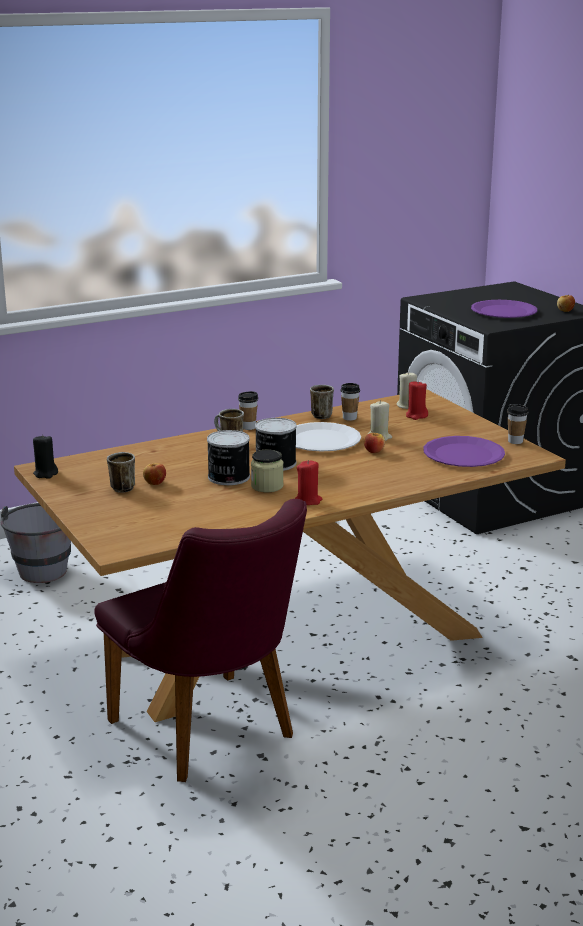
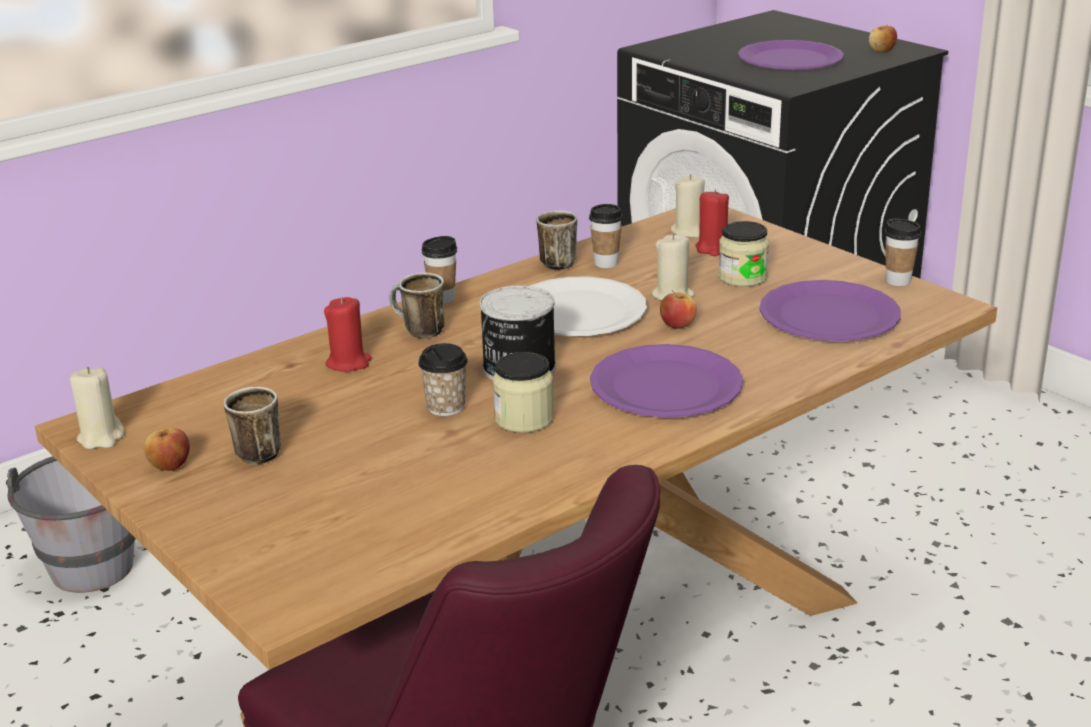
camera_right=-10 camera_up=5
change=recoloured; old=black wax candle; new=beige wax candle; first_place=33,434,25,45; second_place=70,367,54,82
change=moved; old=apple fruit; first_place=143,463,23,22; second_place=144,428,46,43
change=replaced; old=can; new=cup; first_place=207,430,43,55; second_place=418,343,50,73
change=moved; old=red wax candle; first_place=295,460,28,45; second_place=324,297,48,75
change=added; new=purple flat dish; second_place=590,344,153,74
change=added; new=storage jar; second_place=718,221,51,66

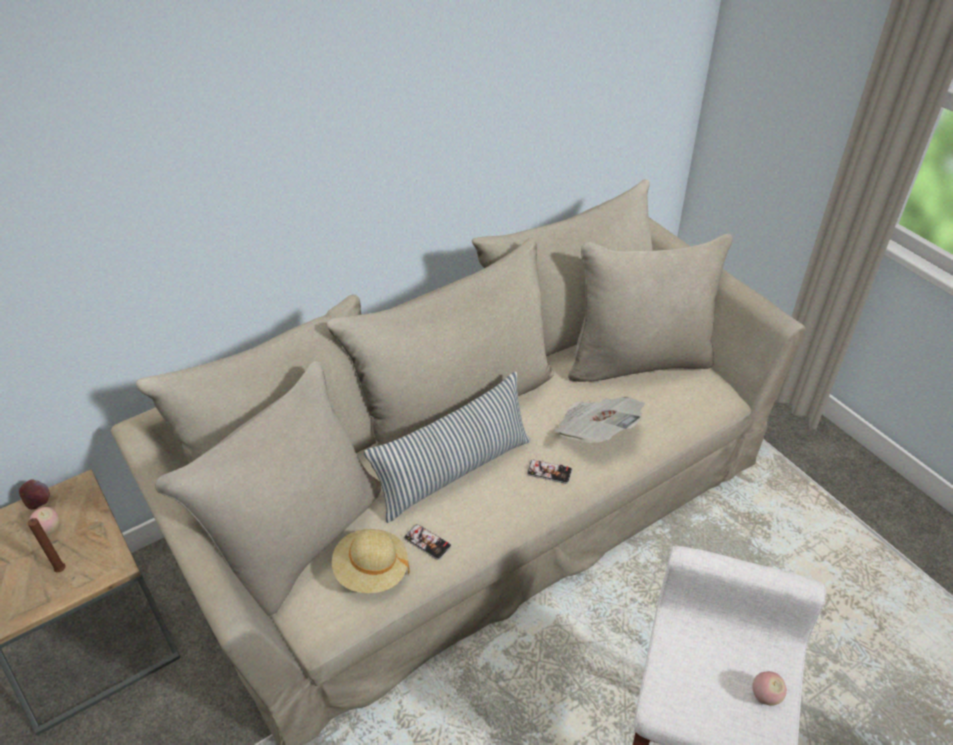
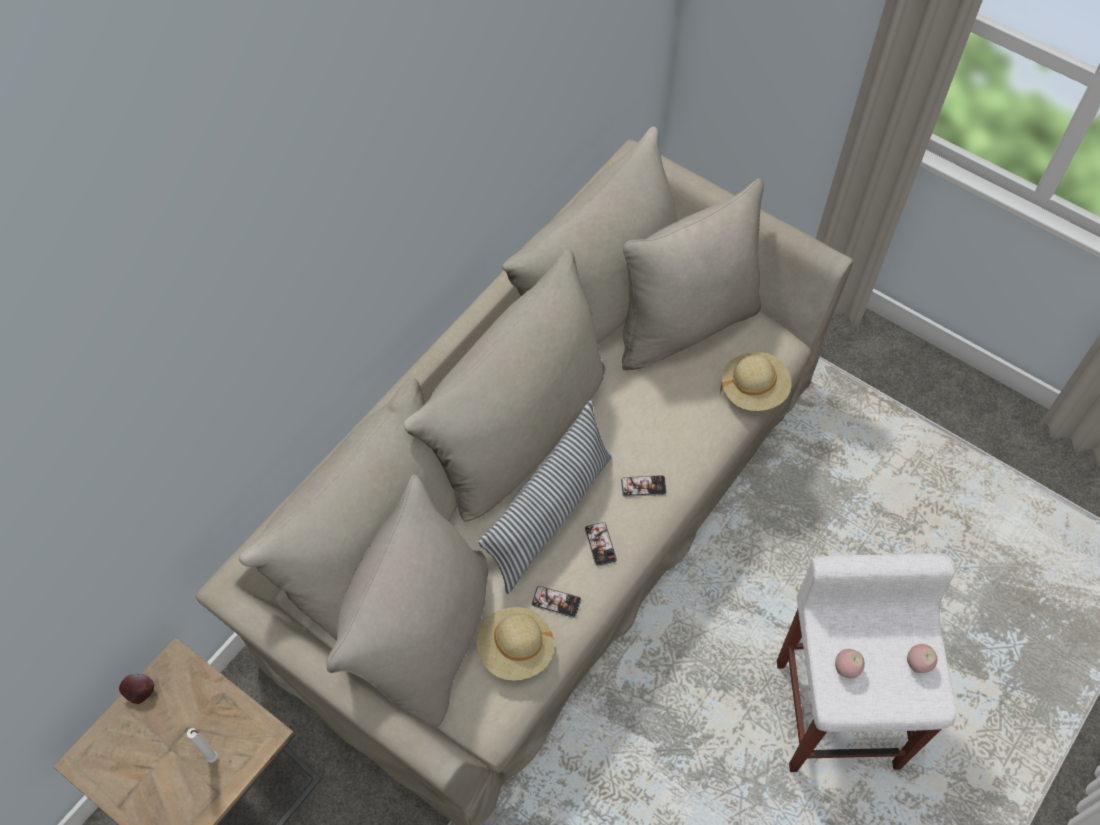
camera_right=-20 camera_up=15
change=recoloured; old=brown-coloured wax candle; new=whitish wax candle; first_place=28,518,37,55; second_place=187,728,31,34
change=moved; old=apple fruit; first_place=30,507,29,28; second_place=835,649,30,30
change=removed; old=printed paper; first_place=554,397,91,46
change=added; new=handset; second_place=585,522,32,45
change=added; new=beige clothing hat; second_place=720,352,71,59

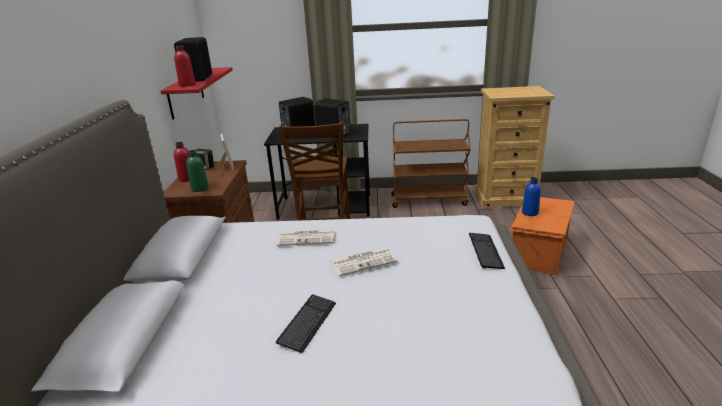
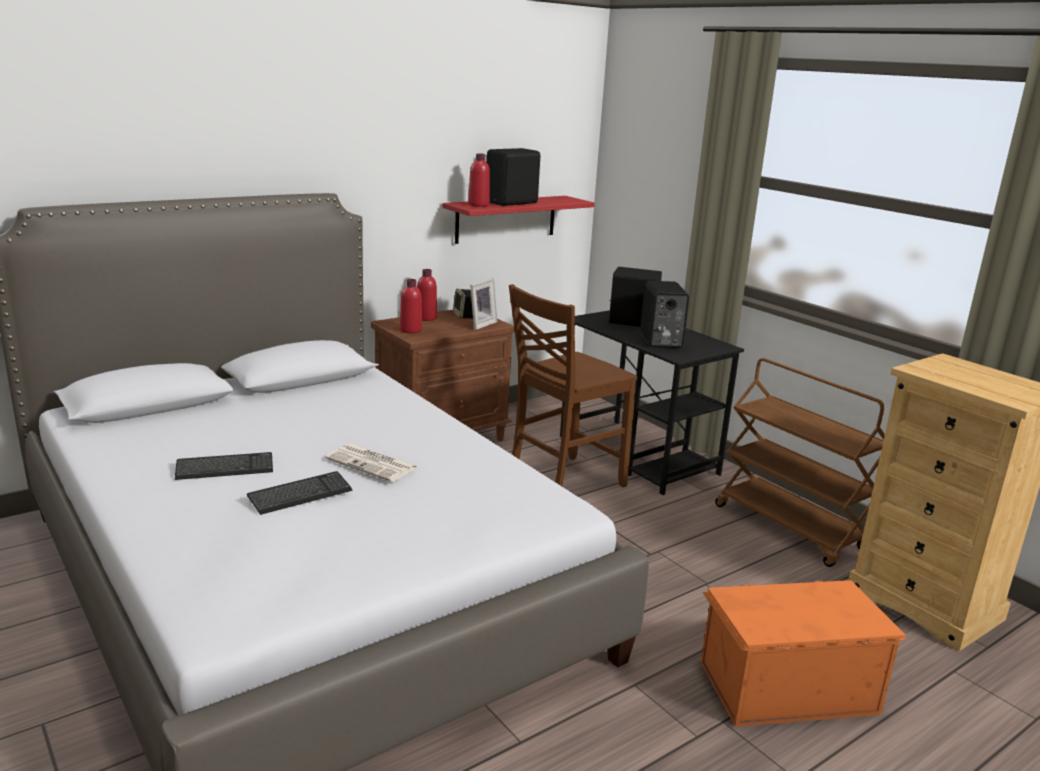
camera_right=50 camera_up=-5
change=recoloured; old=greenish beverage bottle; new=red beverage bottle; first_place=186,150,23,42; second_place=400,279,22,54
change=removed; old=printed paper; first_place=277,230,57,16
change=moved; old=PC keyboard; first_place=469,233,36,36; second_place=247,471,105,44
change=removed; old=blue beverage bottle; first_place=522,177,19,39

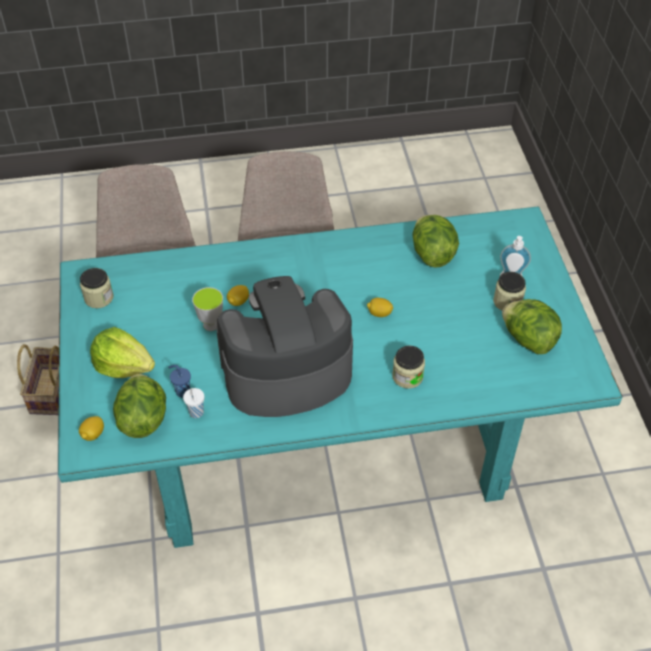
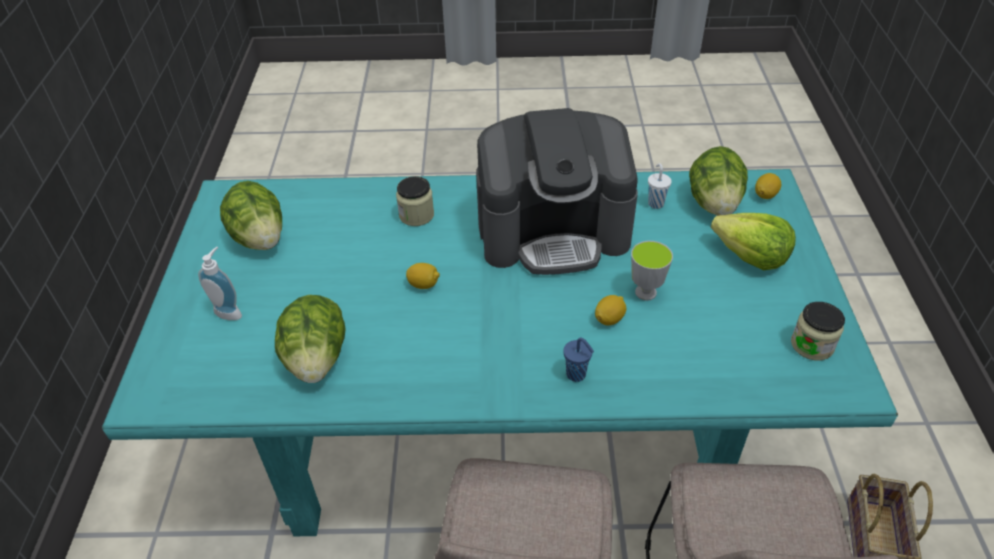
camera_right=-170 camera_up=-5
change=moved; old=blue cup; first_place=168,365,23,33; second_place=563,338,31,44
change=removed; old=storage jar; first_place=493,272,33,39

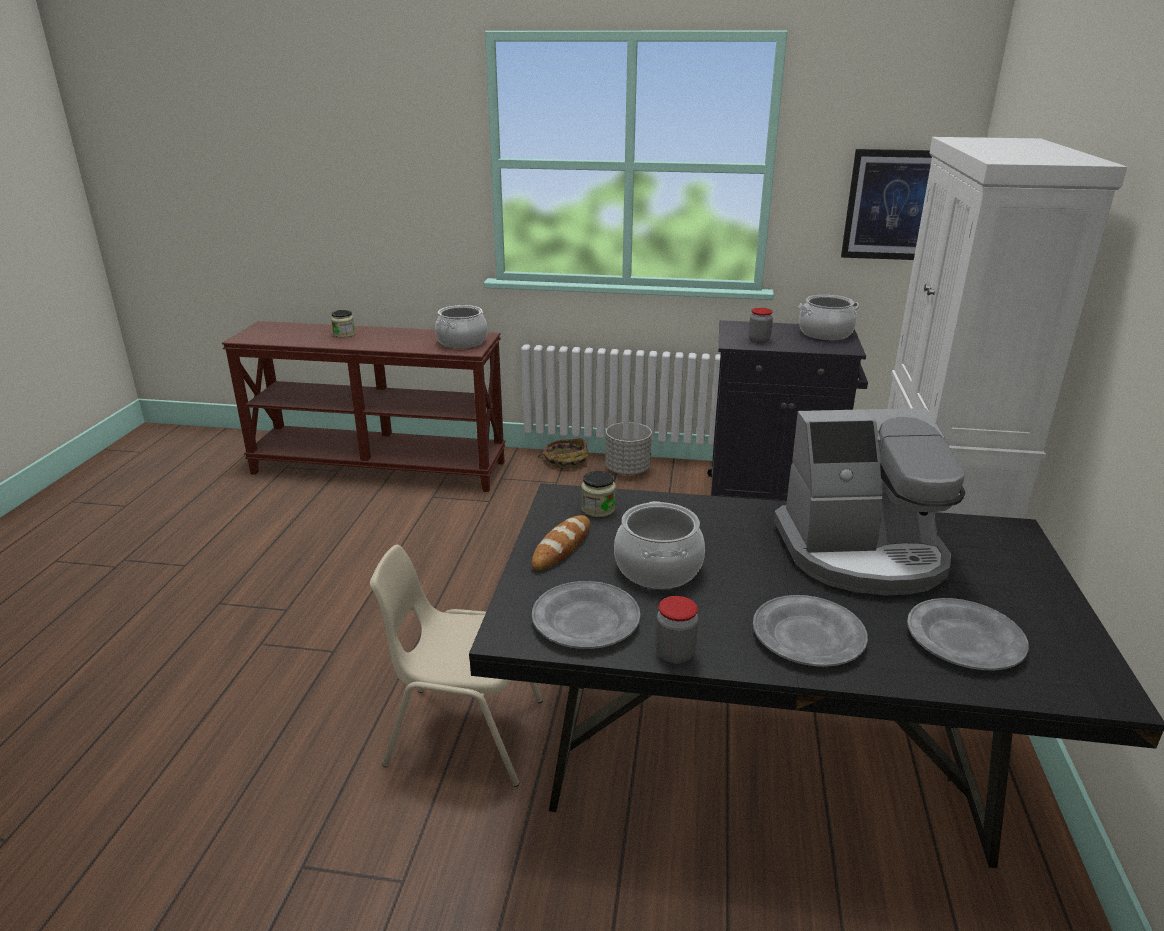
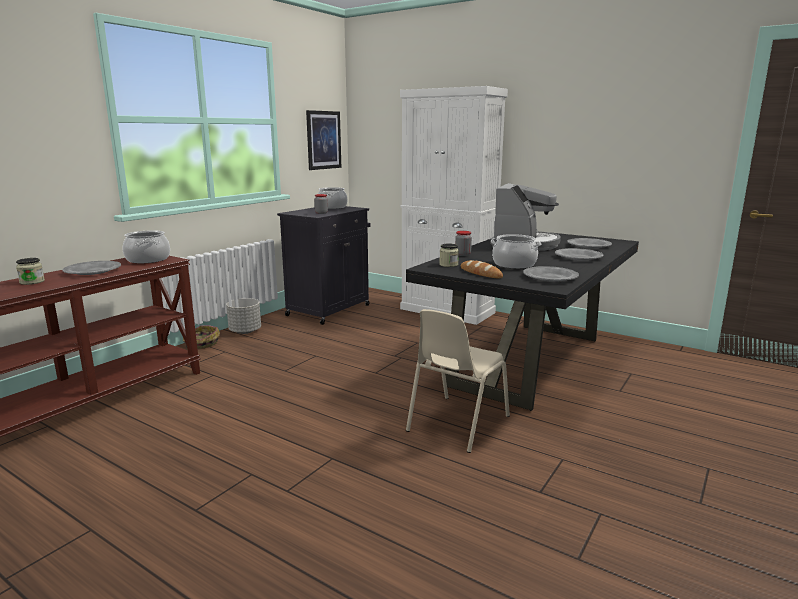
camera_right=-65 camera_up=-10
change=moved; old=storage jar; first_place=655,596,43,68; second_place=455,231,17,25
change=added; new=grey flat dish; second_place=63,261,58,14

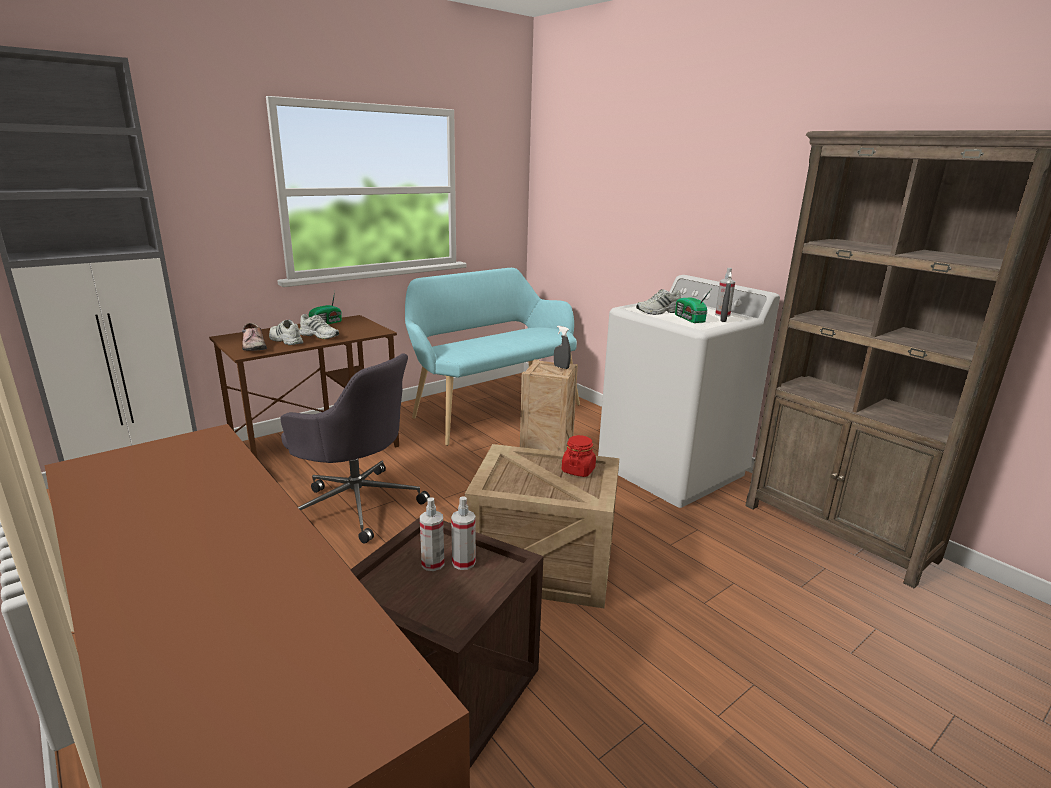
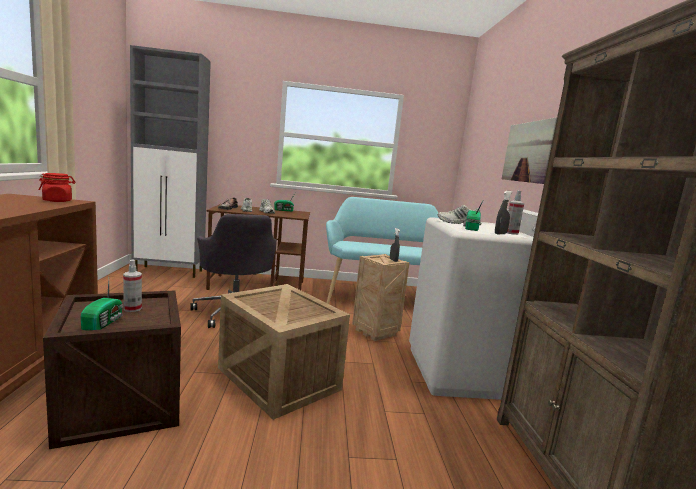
camera_right=35 camera_up=-10
change=removed; old=hand sprayer; first_place=451,496,25,74
change=moved; old=red storage jar; first_place=562,435,34,42; second_place=39,173,37,29
change=added; new=radio receiver; second_place=81,279,42,52
change=added; new=picture; second_place=502,117,55,67

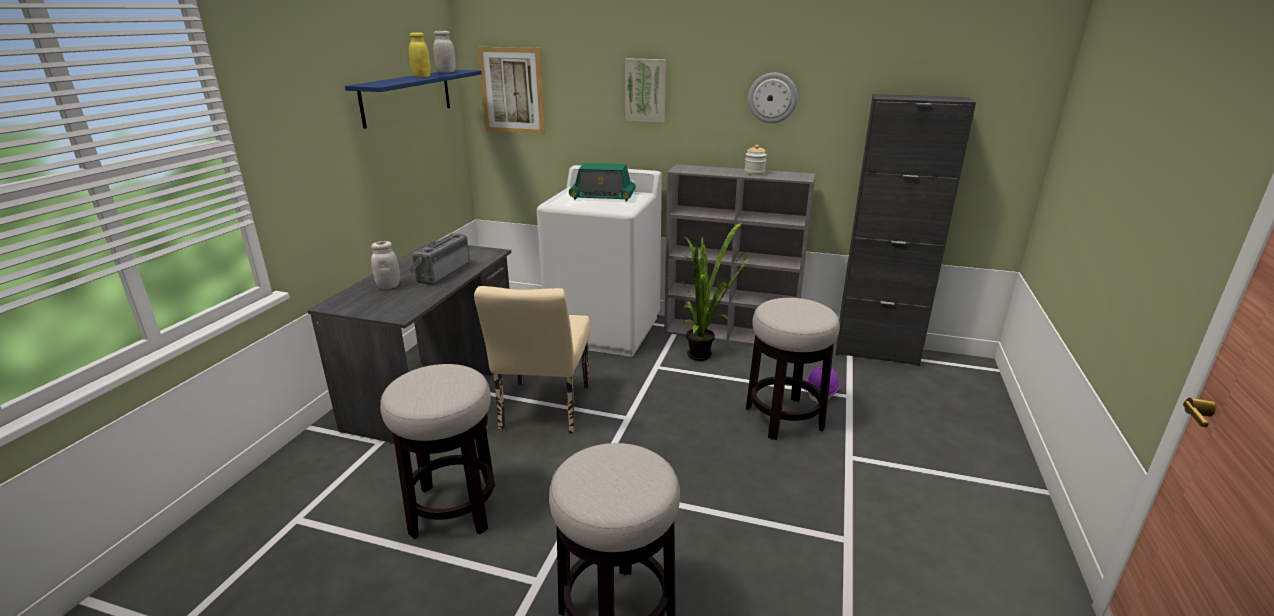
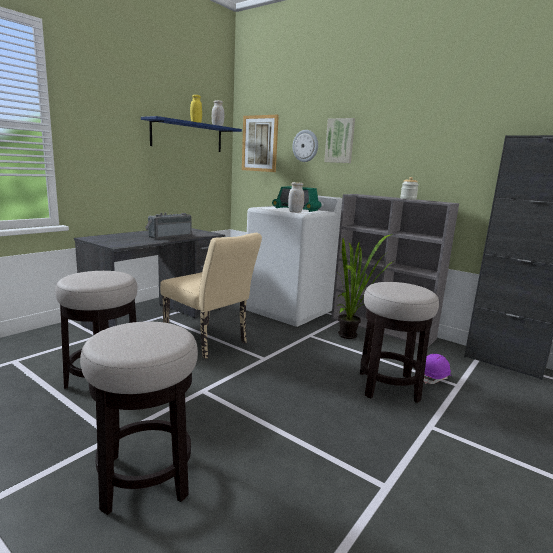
camera_right=20 camera_up=-10
change=moved; old=whitish storage jar; first_place=371,241,29,48; second_place=288,182,16,31
change=turned; old=beige chair; first_place=474,286,117,148; second_place=160,233,102,126; degrees=-75
change=moved; old=wall clock; first_place=748,73,50,50; second_place=292,130,26,32

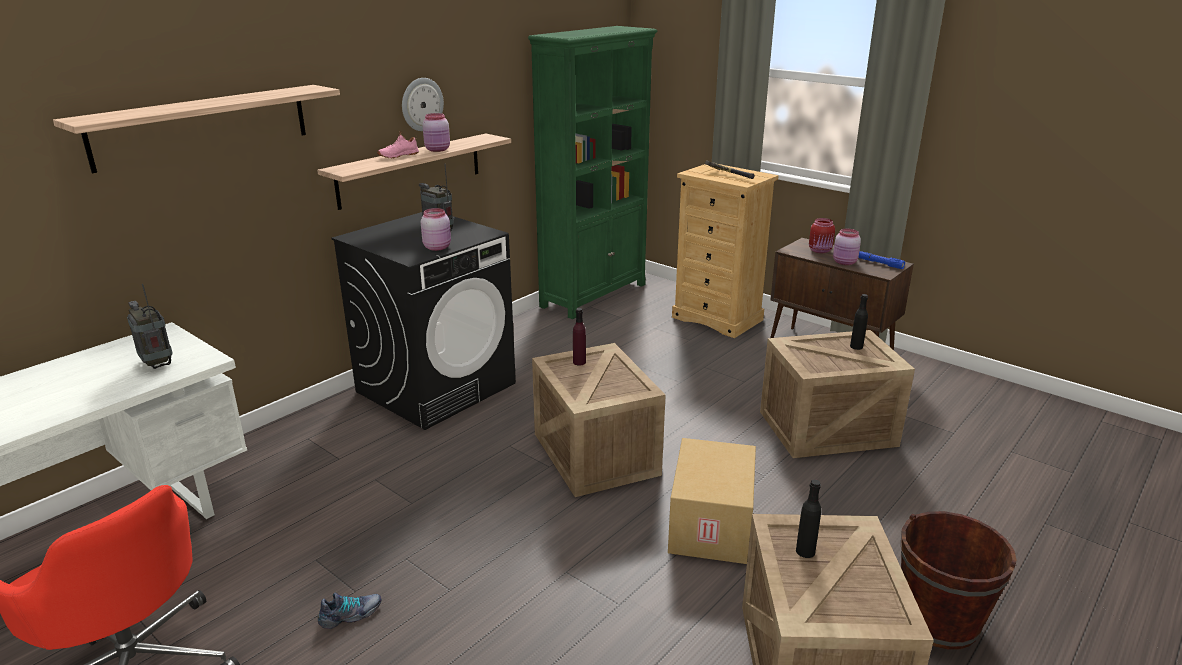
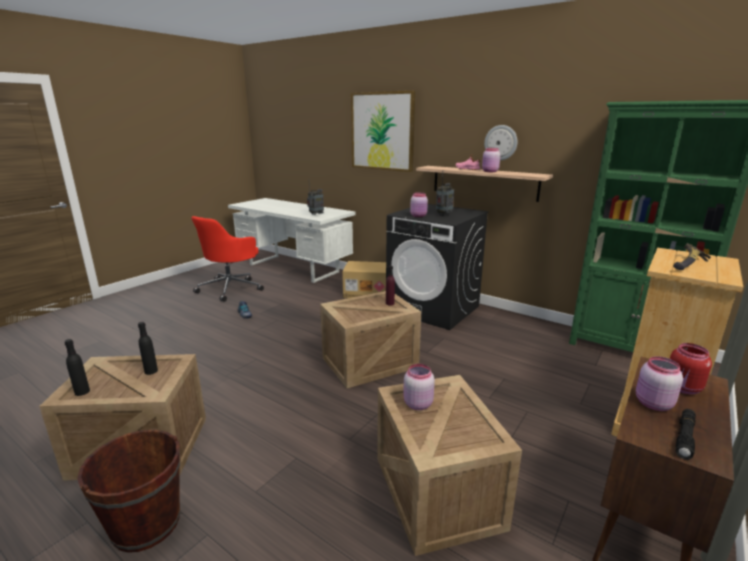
camera_right=85 camera_up=-5
change=replaced; old=shelf; new=picture; first_place=53,85,287,88; second_place=351,91,64,81
change=moved; old=cardboard box; first_place=668,438,88,126; second_place=342,261,44,37
change=moved; old=black beverage bottle; first_place=850,294,18,56; second_place=65,339,25,57
change=recoloured; old=blue hand torch; new=black hand torch; first_place=858,251,47,18; second_place=676,409,20,51
change=added; new=pink-coloured storage jar; second_place=403,364,32,46

